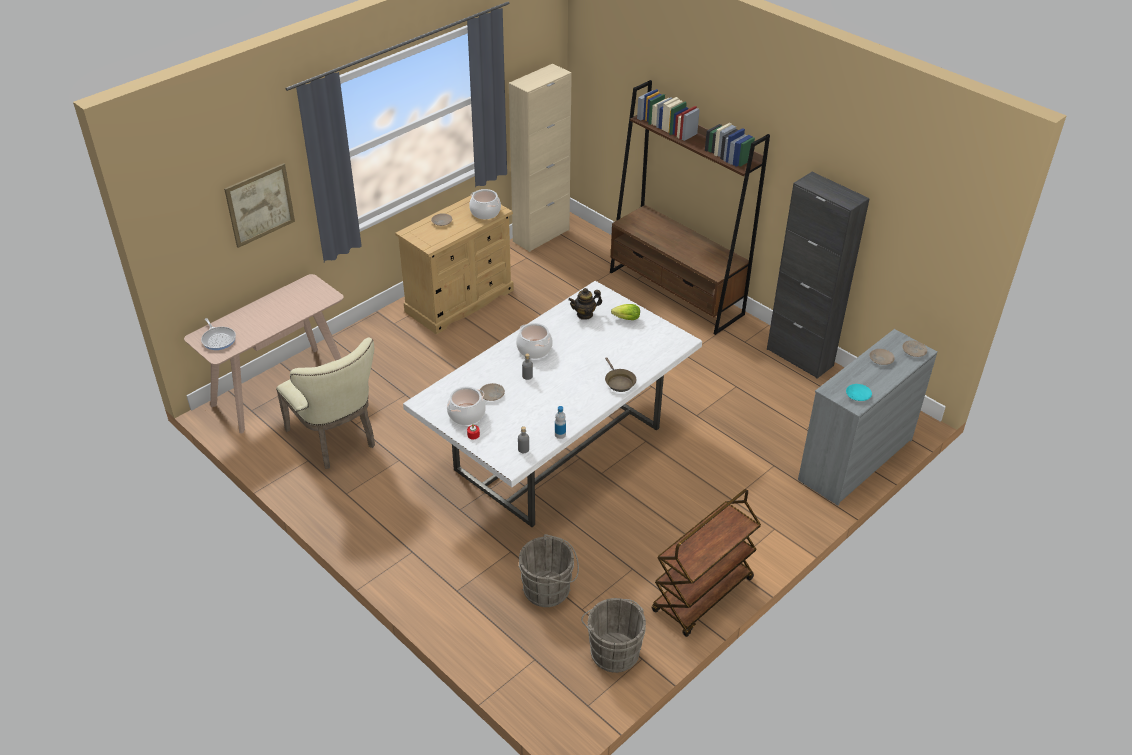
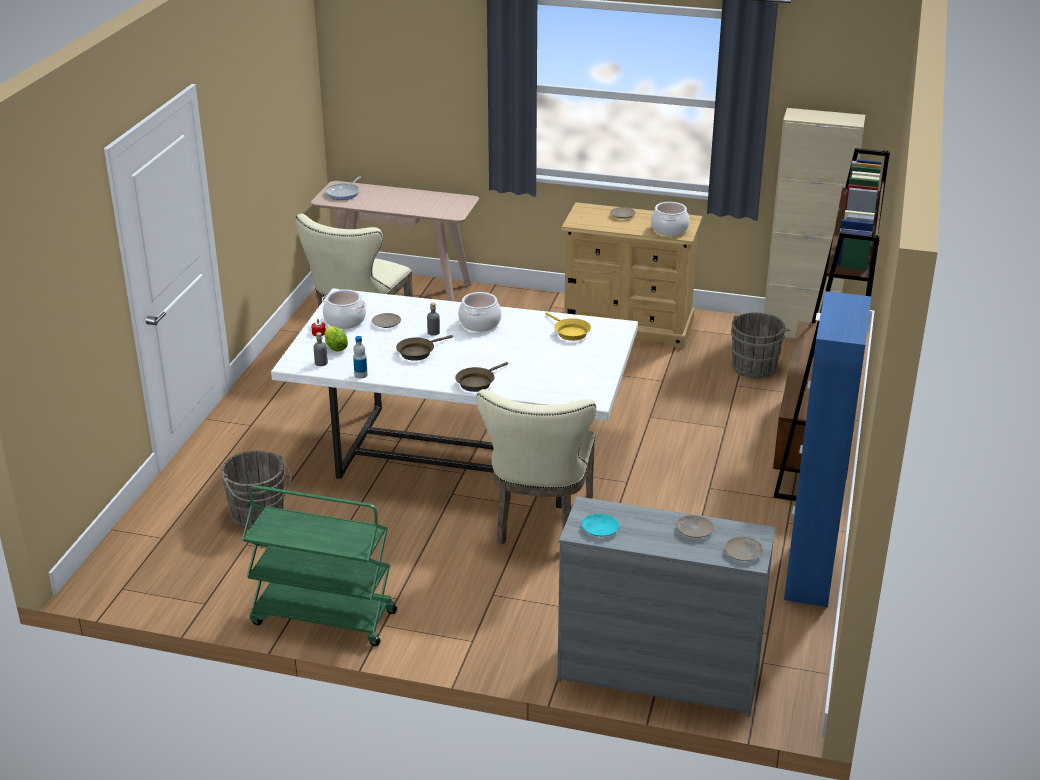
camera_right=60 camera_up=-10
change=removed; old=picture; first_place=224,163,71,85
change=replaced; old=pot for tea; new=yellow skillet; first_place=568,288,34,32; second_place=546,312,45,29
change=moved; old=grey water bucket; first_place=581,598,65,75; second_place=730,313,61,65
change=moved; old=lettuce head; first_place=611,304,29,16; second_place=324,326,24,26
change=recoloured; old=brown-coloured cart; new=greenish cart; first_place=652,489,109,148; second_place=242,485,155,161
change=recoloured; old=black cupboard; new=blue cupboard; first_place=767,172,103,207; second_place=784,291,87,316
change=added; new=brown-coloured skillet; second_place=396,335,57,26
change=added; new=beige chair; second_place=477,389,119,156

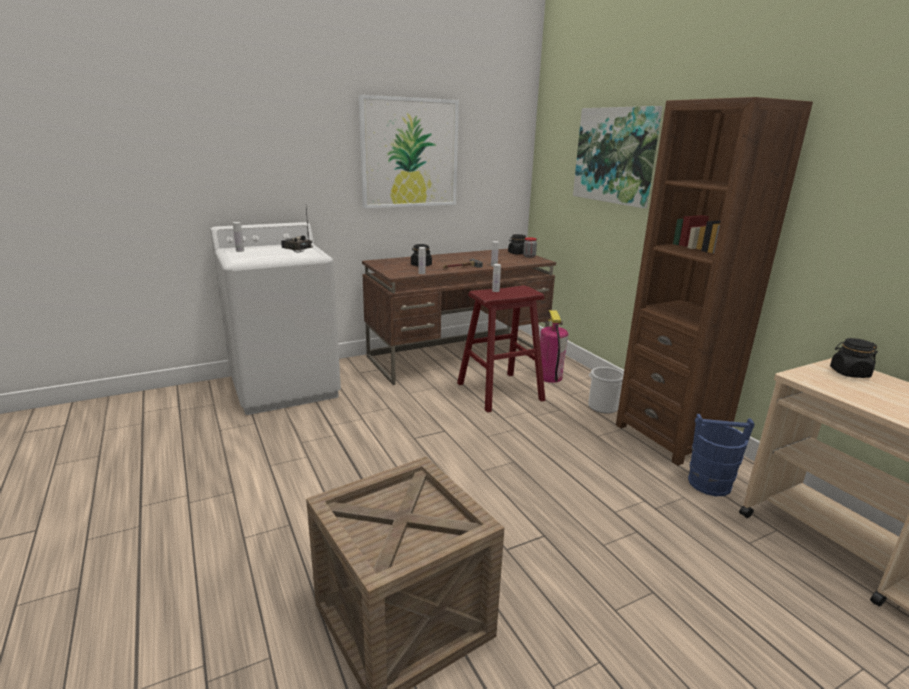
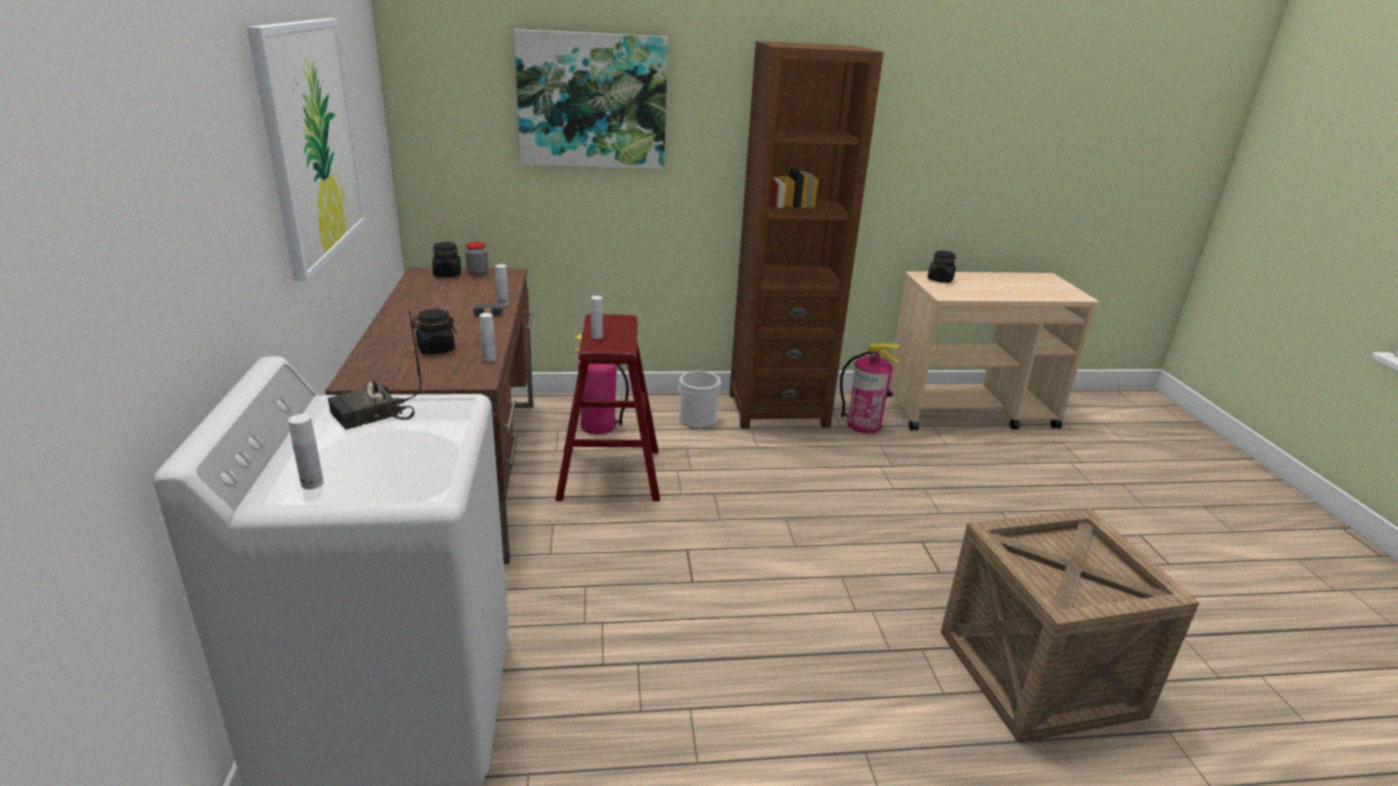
camera_right=-70 camera_up=5
change=replaced; old=blue water bucket; new=fire-fighting cylinder; first_place=688,414,67,82; second_place=840,343,60,90

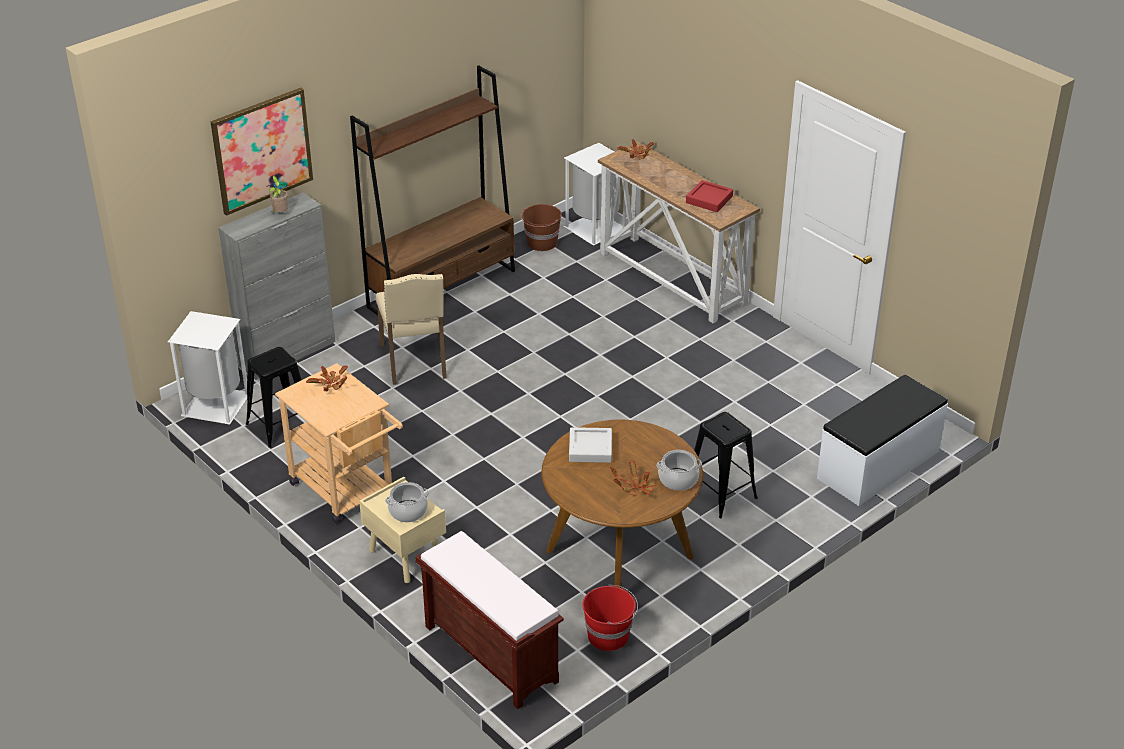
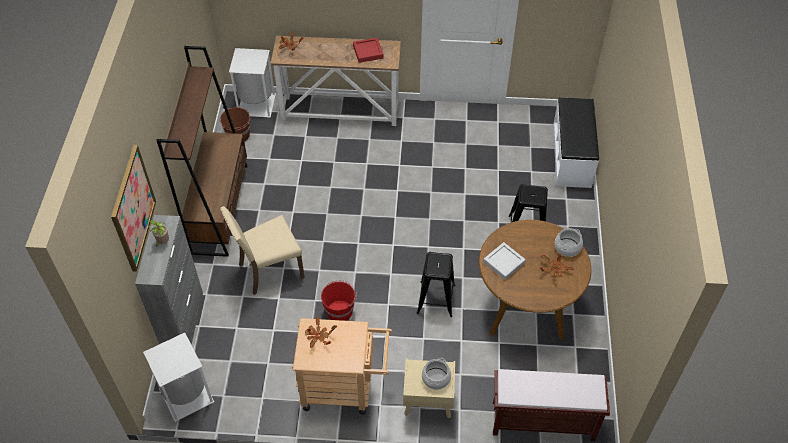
camera_right=-45 camera_up=15
change=moved; old=black sitting stool; first_place=246,347,56,101; second_place=417,252,38,65
change=turned; old=beige chair; first_place=376,274,71,111; second_place=220,206,85,89; degrees=120
change=moved; old=red water bucket; first_place=583,584,55,67; second_place=321,280,36,41

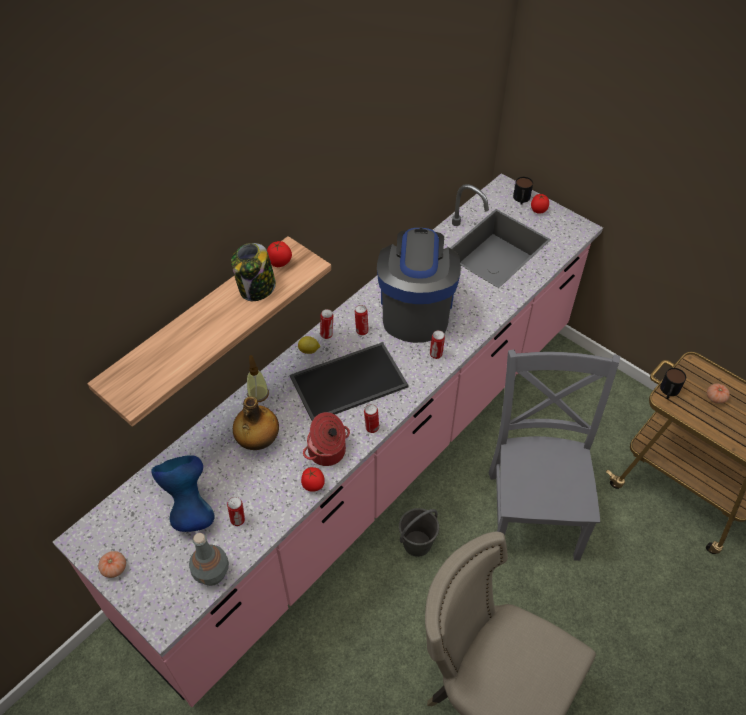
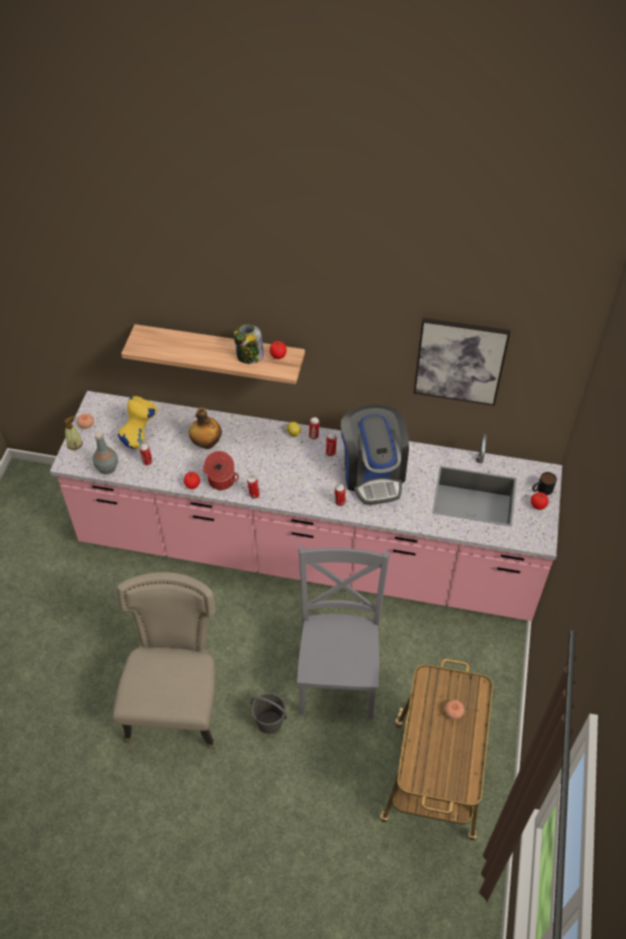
camera_right=60 camera_up=0
change=recoloured; old=blue decorative vase; new=yellow decorative vase; first_place=151,455,64,77; second_place=118,396,39,53
change=moved; old=soap bottle; first_place=247,355,22,47; second_place=64,416,19,34
change=removed; old=serving tray; first_place=290,342,119,79
change=turned; old=coffee brewer; first_place=377,228,84,115; second_place=341,405,68,99; degrees=105
change=moved; old=grey water bucket; first_place=399,508,40,49; second_place=250,693,37,41
change=turned; old=grey chair; first_place=488,350,132,211; second_place=297,546,93,173; degrees=-60
change=removed; old=tea mug; first_place=660,368,26,31
change=added; new=picture; second_place=414,318,97,88

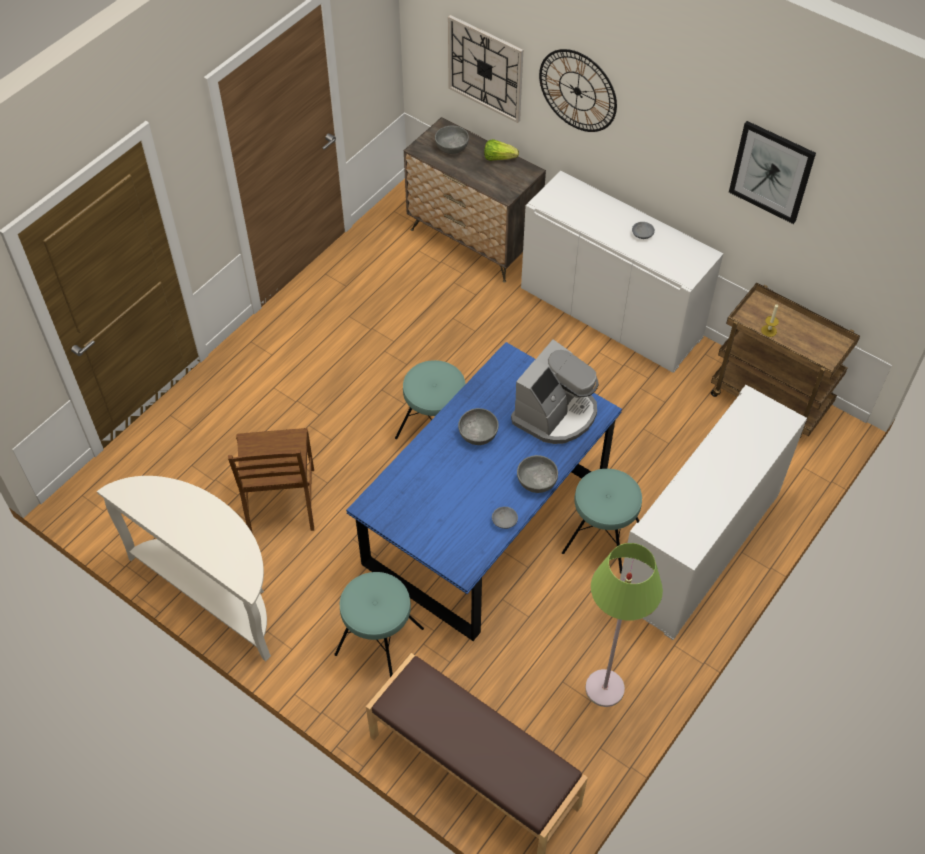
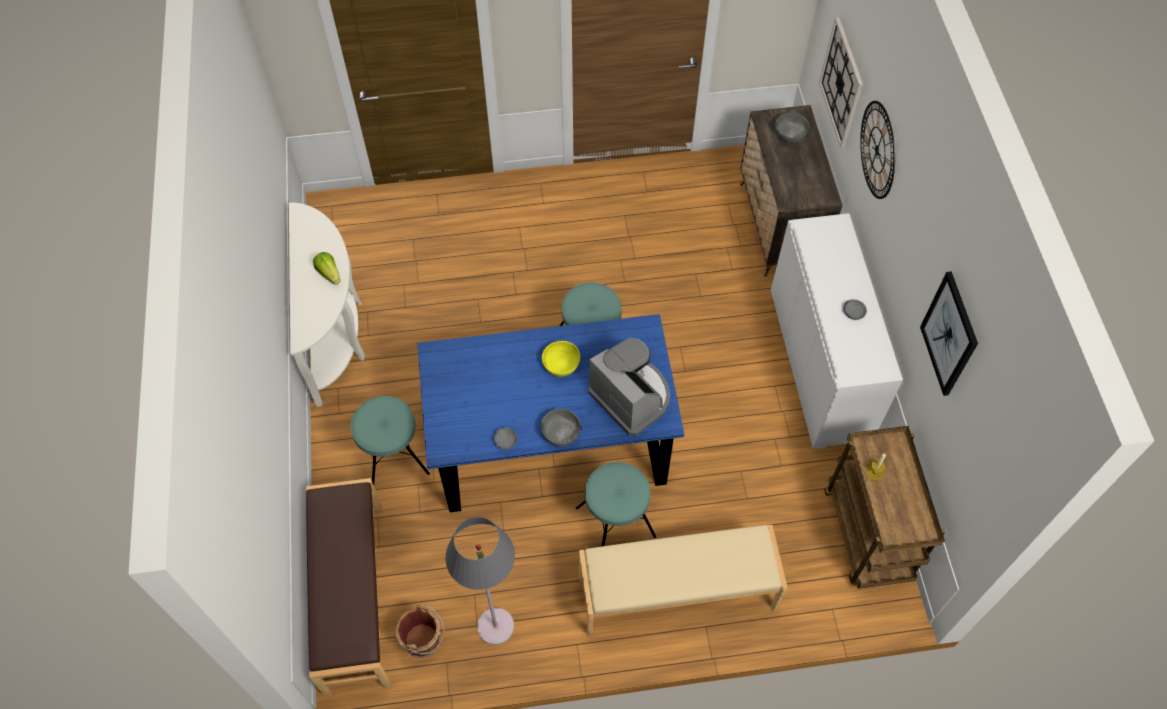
camera_right=45 camera_up=5
change=removed; old=brown-coloured chair; first_place=228,428,86,106
change=recoloured; old=grey bowl; new=yellow bowl; first_place=458,408,41,37; second_place=542,341,38,36
change=moved; old=lettuce head; first_place=484,139,35,22; second_place=313,252,27,33
change=turned; old=coffee brewer; first_place=511,339,88,105; second_place=588,337,82,99; degrees=-120
change=recoloured; old=greenish standard lamp; new=grey standard lamp; first_place=585,543,78,164; second_place=445,517,70,128
change=replaced; old=whitish cupboard; new=beige indoor bench; first_place=620,385,187,255; second_place=579,525,208,112
change=added; new=brown-coloured water bucket; second_place=396,605,49,53

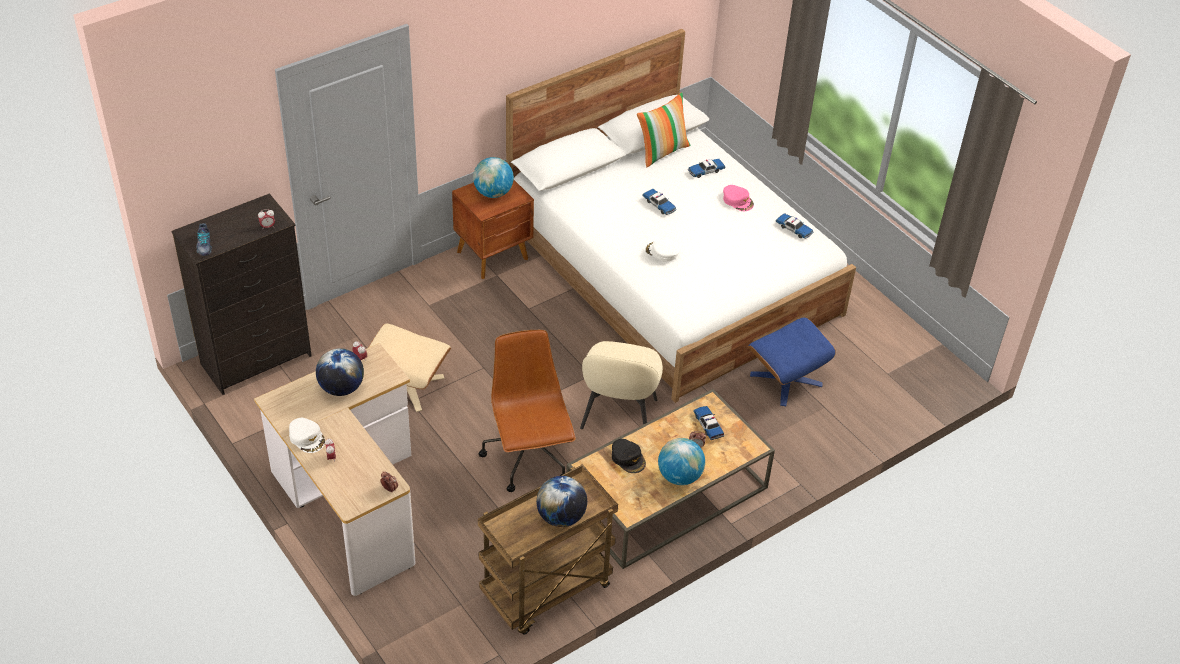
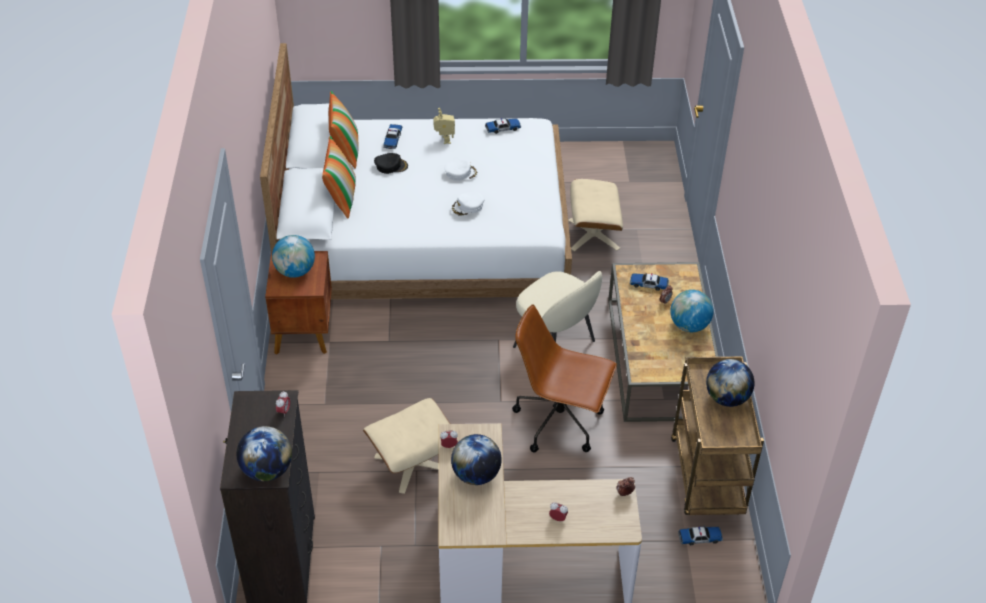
camera_right=-55 camera_up=0
change=replaced; old=item of footwear; new=globe; first_place=196,223,16,33; second_place=237,426,55,55
change=moved; old=whitish peaked cap; first_place=289,418,36,35; second_place=444,160,34,21
change=moved; old=black peaked cap; first_place=612,439,34,34; second_place=374,153,34,21
change=moved; old=miniature car; first_place=642,189,35,26; second_place=678,526,45,19
change=replaced; old=pink-coloured peaked cap; new=model robot; first_place=723,185,31,26; second_place=433,108,22,36
change=recoloured; old=blue footrest; new=beige footrest; first_place=748,317,88,89; second_place=568,179,55,72
change=added; new=cushion; second_place=322,136,34,82

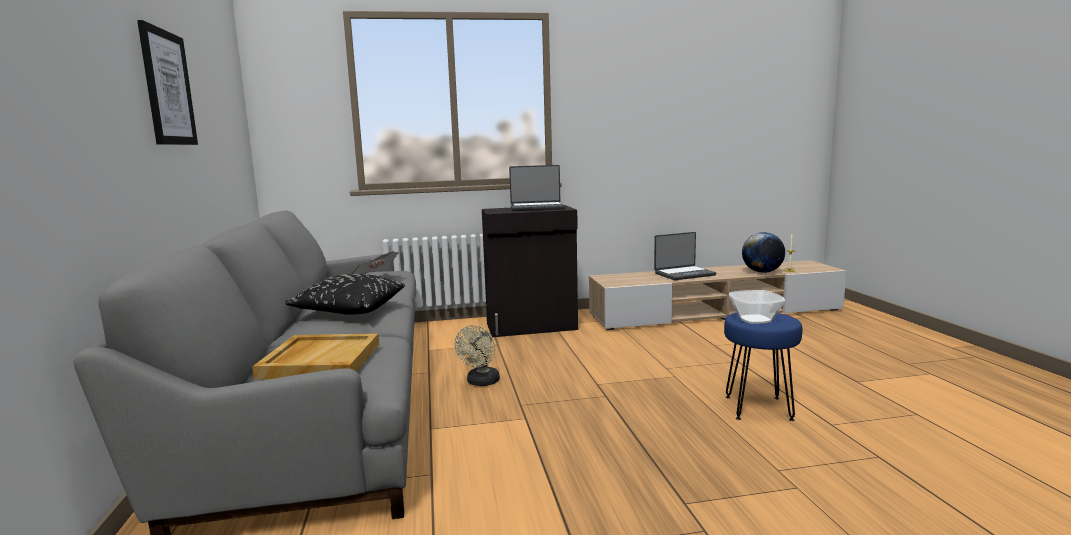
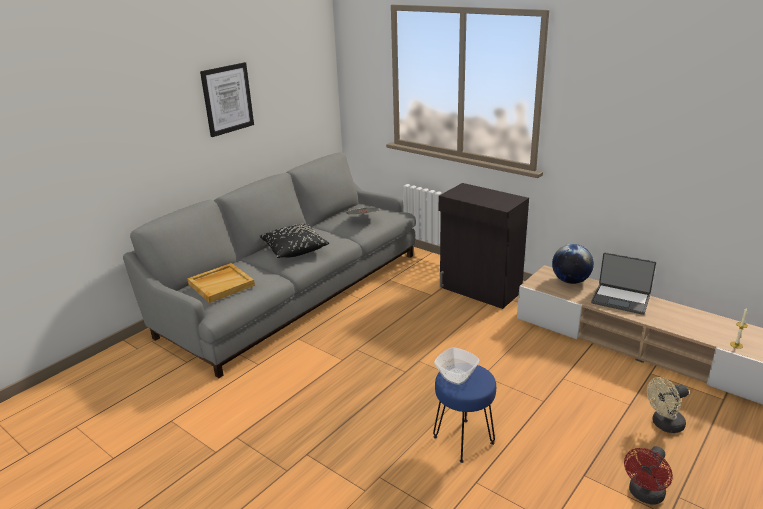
camera_right=50 camera_up=15
change=moved; old=beige cooling fan; first_place=455,325,45,61; second_place=647,377,42,56
change=removed; old=notebook computer; first_place=509,165,56,46
change=moved; old=globe; first_place=742,232,43,41; second_place=552,244,42,40
change=added; new=red cooling fan; second_place=624,446,49,59

